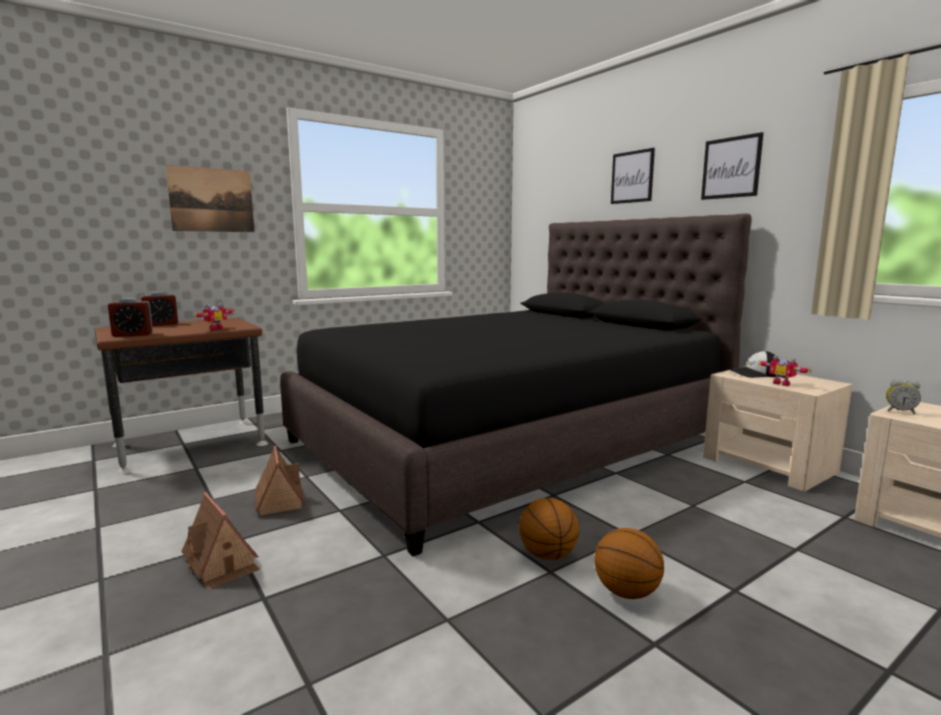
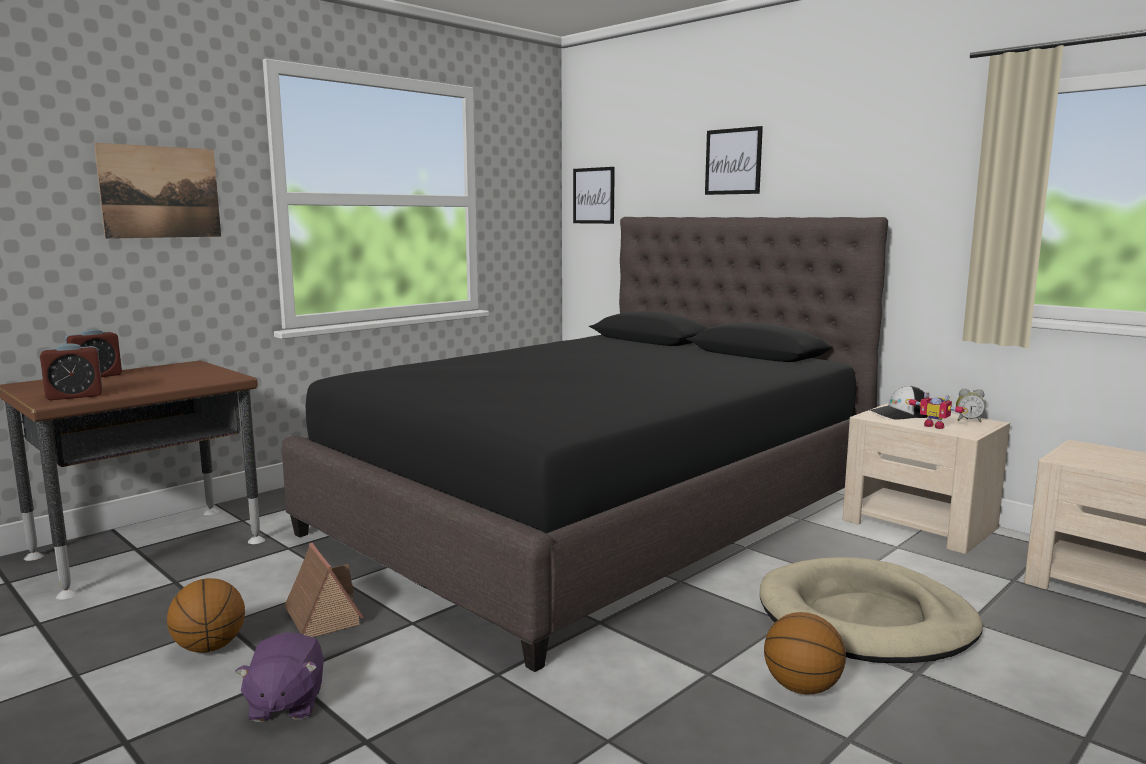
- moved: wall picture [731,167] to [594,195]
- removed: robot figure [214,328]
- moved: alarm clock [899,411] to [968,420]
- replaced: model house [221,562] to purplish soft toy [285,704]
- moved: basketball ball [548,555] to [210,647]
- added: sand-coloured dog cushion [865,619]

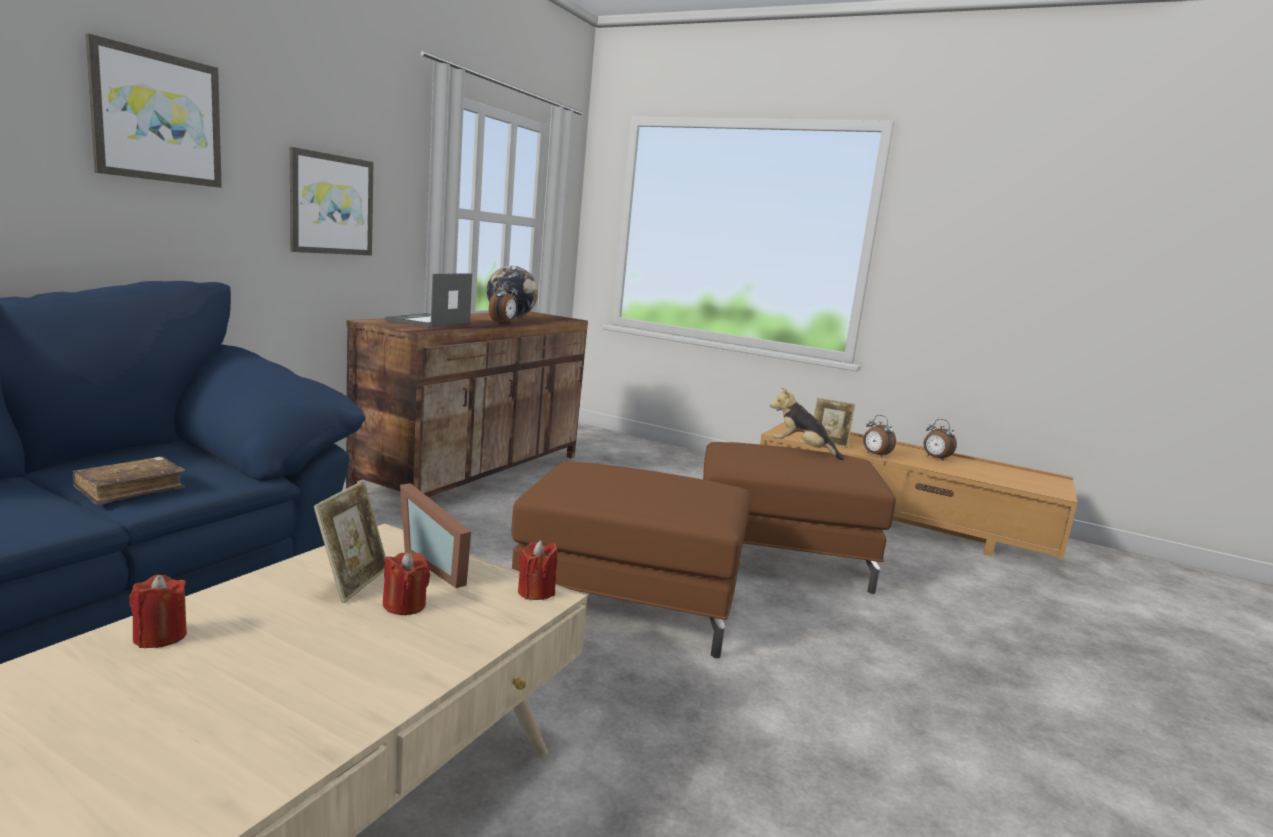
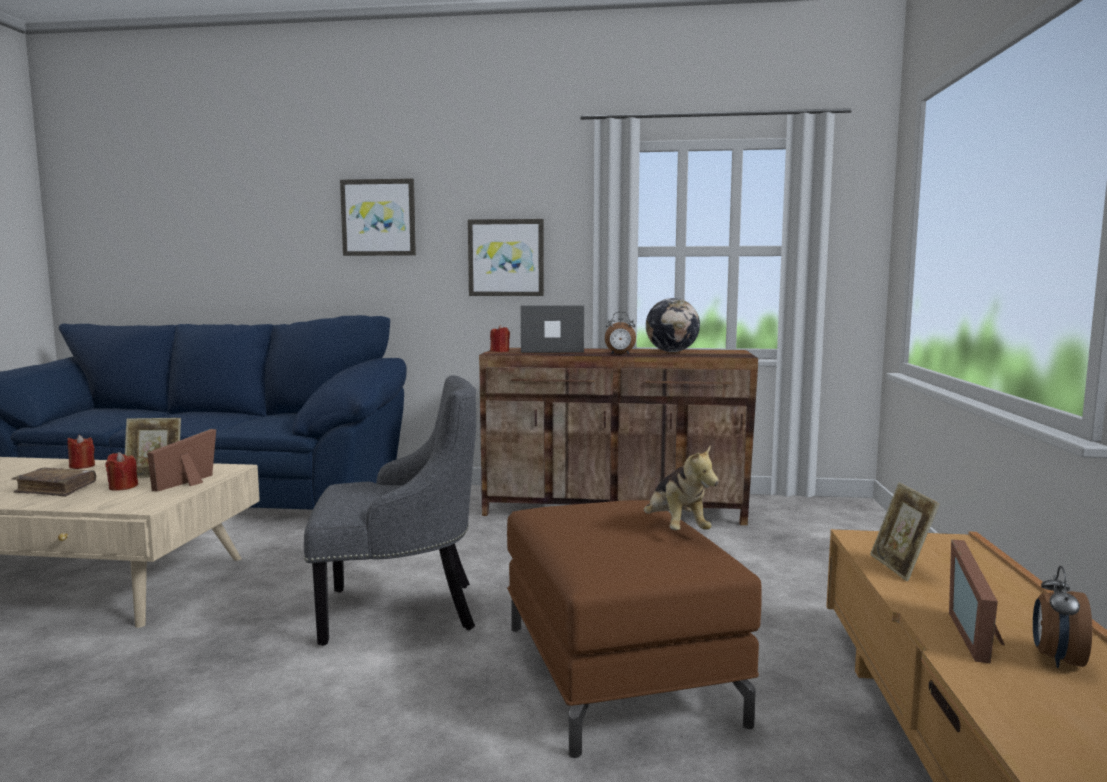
- turned: soft toy [801,450] = [675,529] 150 degrees clockwise
- removed: alarm clock [875,455]
- moved: brown-coloured bound book [130,489] to [56,489]
- replaced: brown-coloured ottoman [629,602] to greyish easy chair [396,612]
- moved: reddish wax light [536,592] to [500,351]
- added: picture frame [979,635]

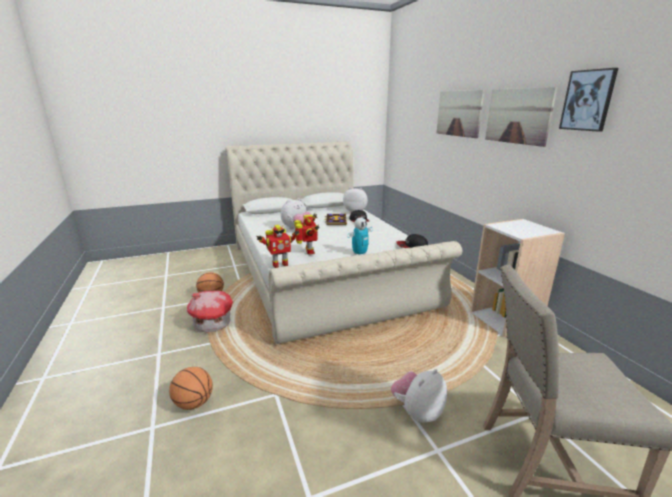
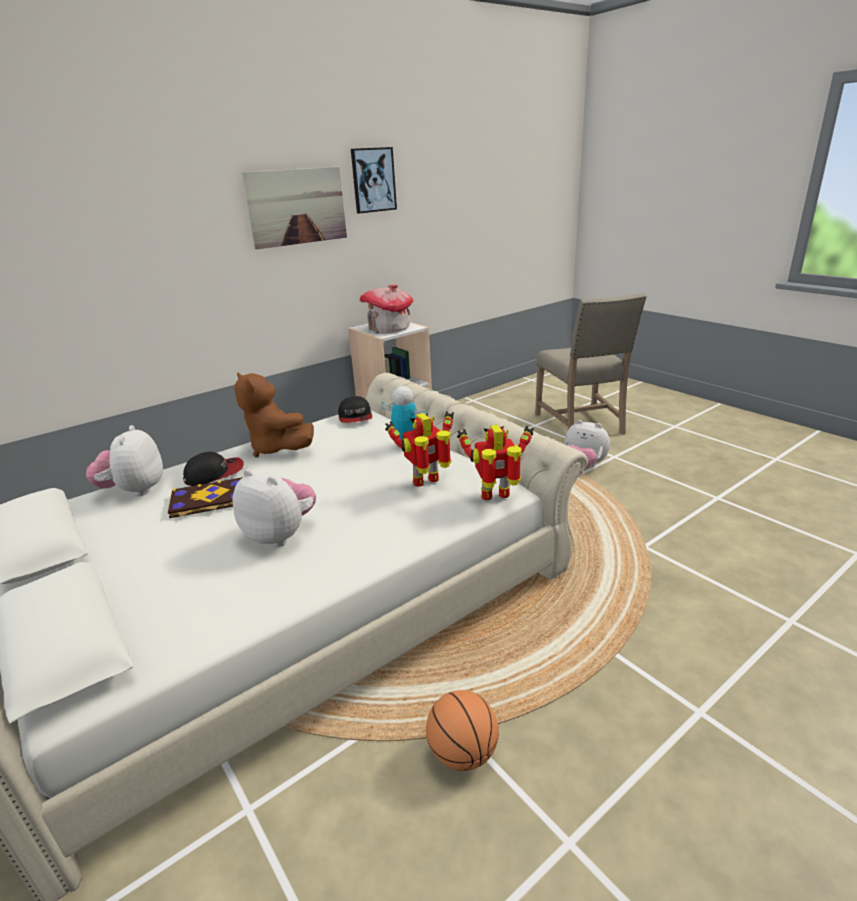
- removed: wall picture [459,113]
- turned: robot figure [279,265] = [496,497] 60 degrees counterclockwise
- moved: model house [211,324] to [389,328]
- removed: basketball ball [194,403]
- added: brown-coloured soft toy [277,448]

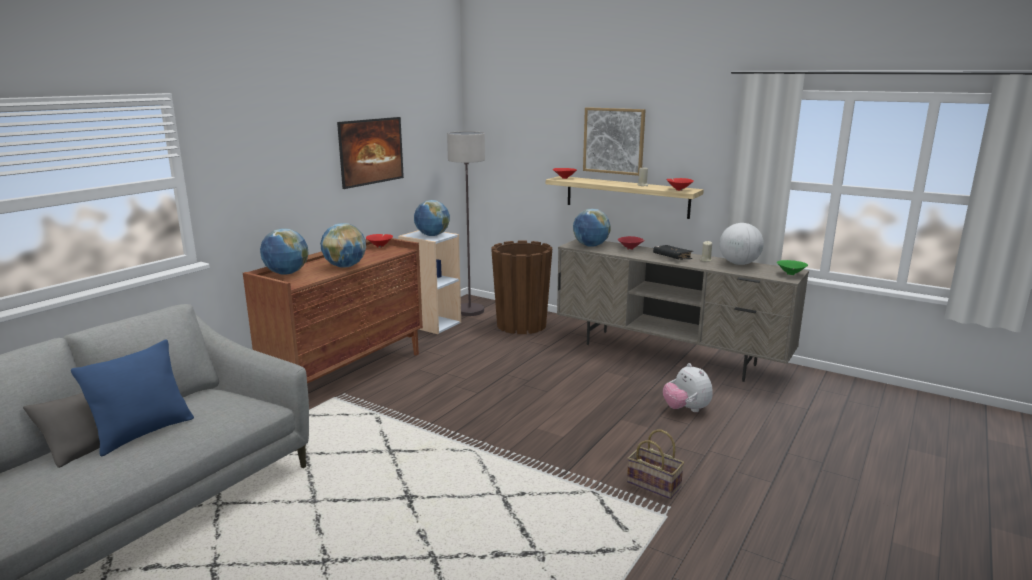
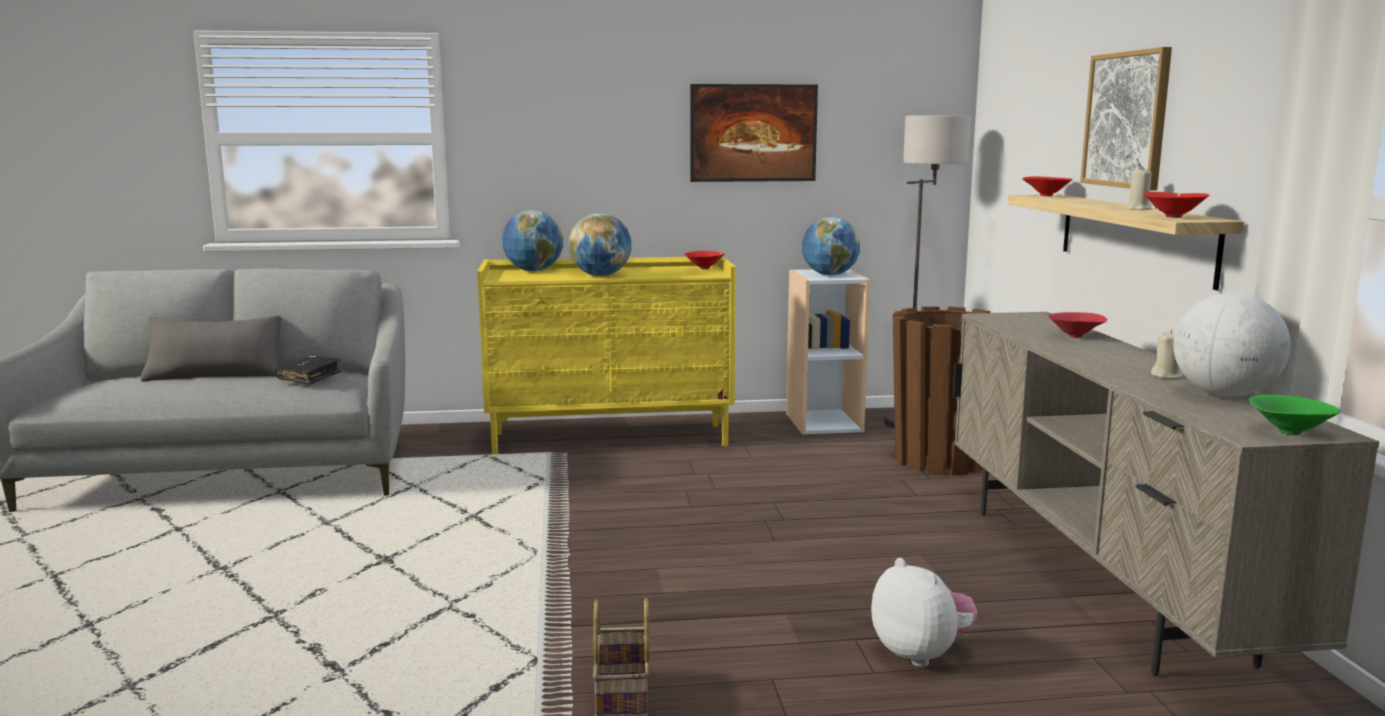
- removed: world globe [591,246]
- recoloured: brown-coloured cupboard [348,375] to yellowish cupboard [611,439]
- moved: black bound book [672,257] to [309,377]
- removed: blue cushion [143,433]
- turned: soft toy [686,409] = [921,654] 120 degrees clockwise

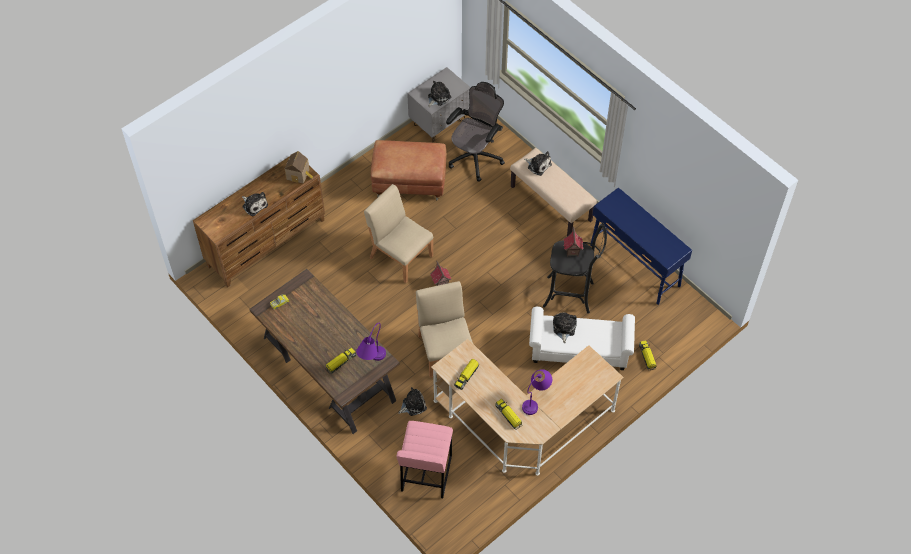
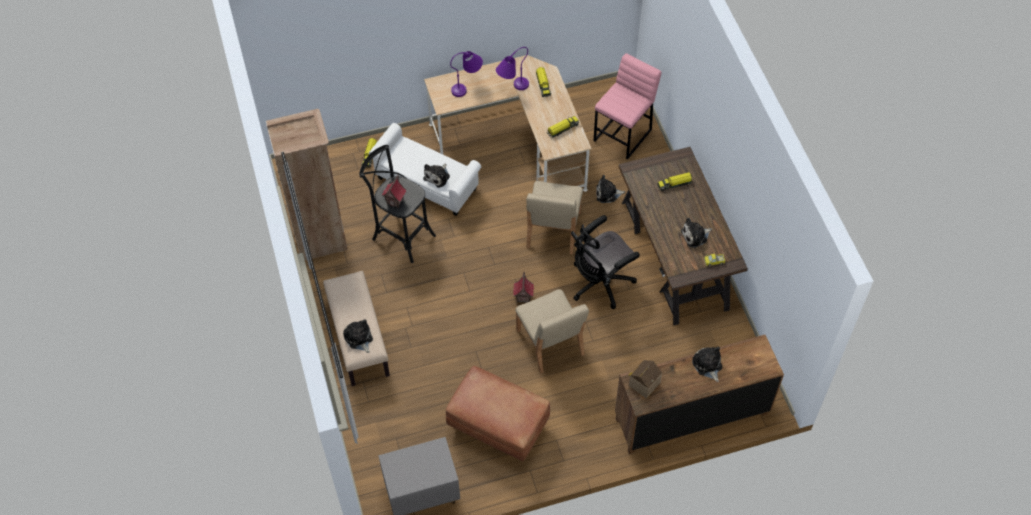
- moved: soft toy [438,97] to [695,236]
- moved: office chair [475,157] to [601,283]
- replaced: blue hall table [634,266] to brown-coloured cupboard [321,240]
- moved: purplish table lamp [372,361] to [468,86]

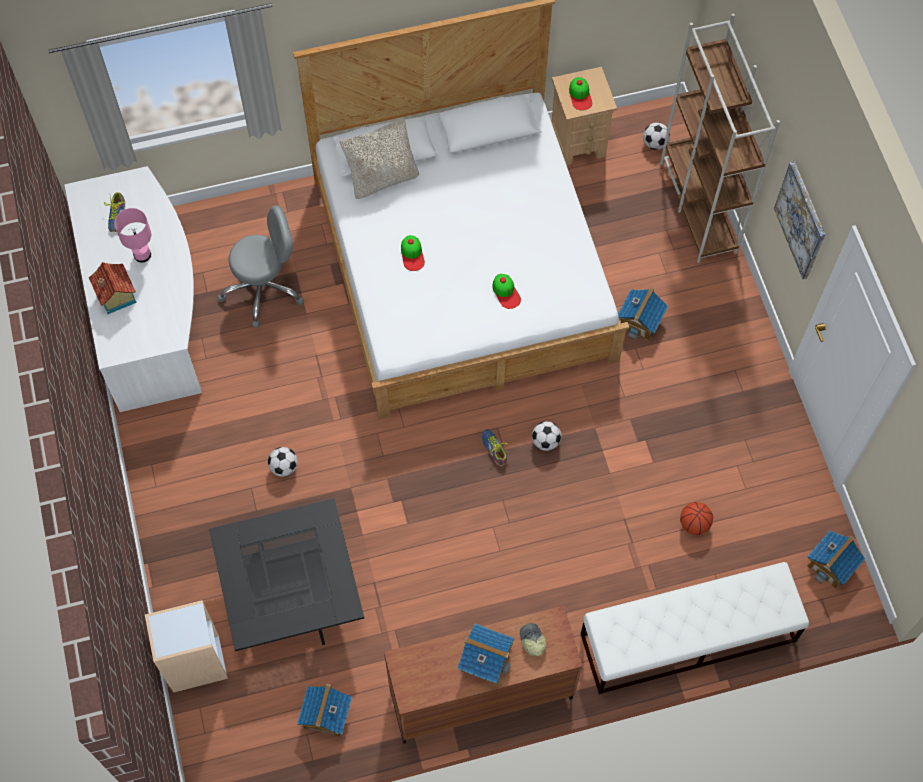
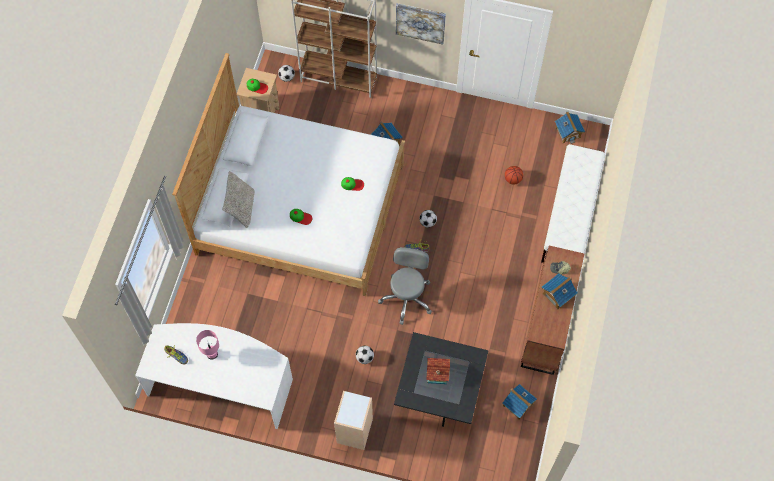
- moved: greyish office chair [266,287] to [407,295]
- moved: model house [115,297] to [437,375]
- moved: bookcase [195,663] to [354,431]

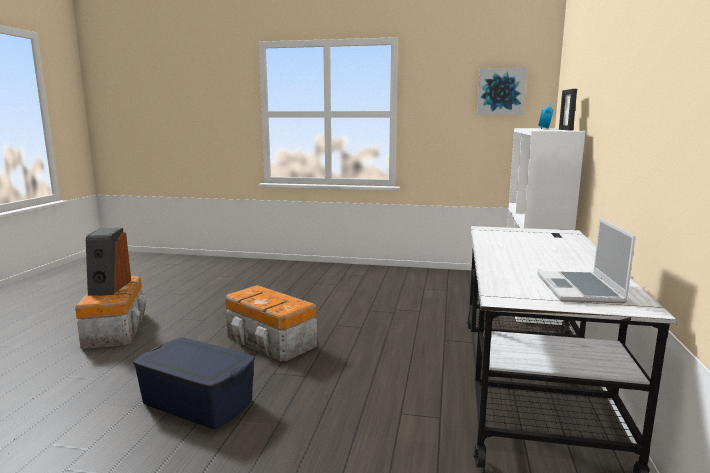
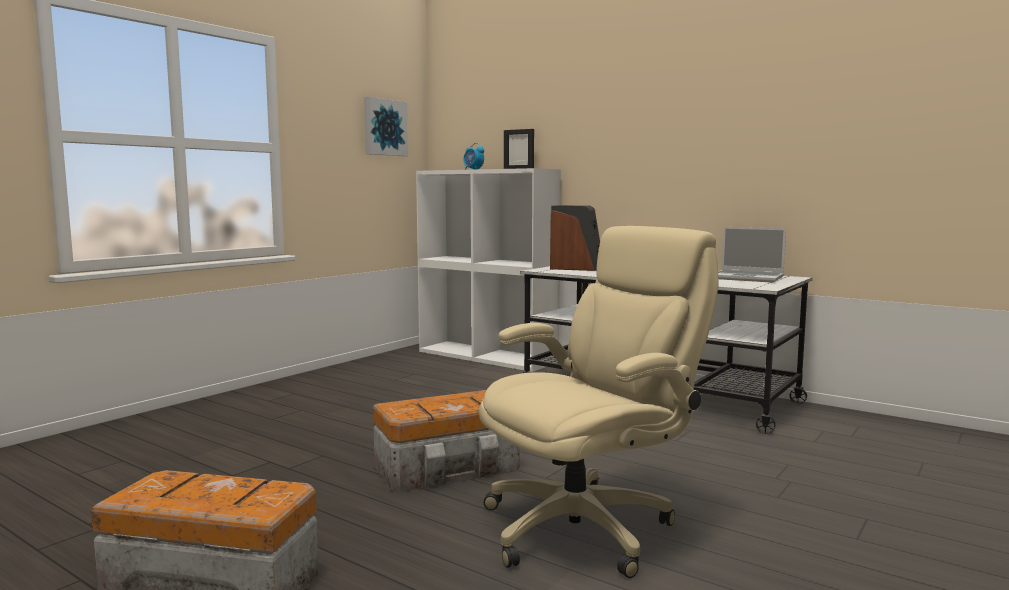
- moved: loudspeaker [109,287] to [577,268]
- replaced: blue storage bin [197,402] to sand-coloured office chair [589,526]

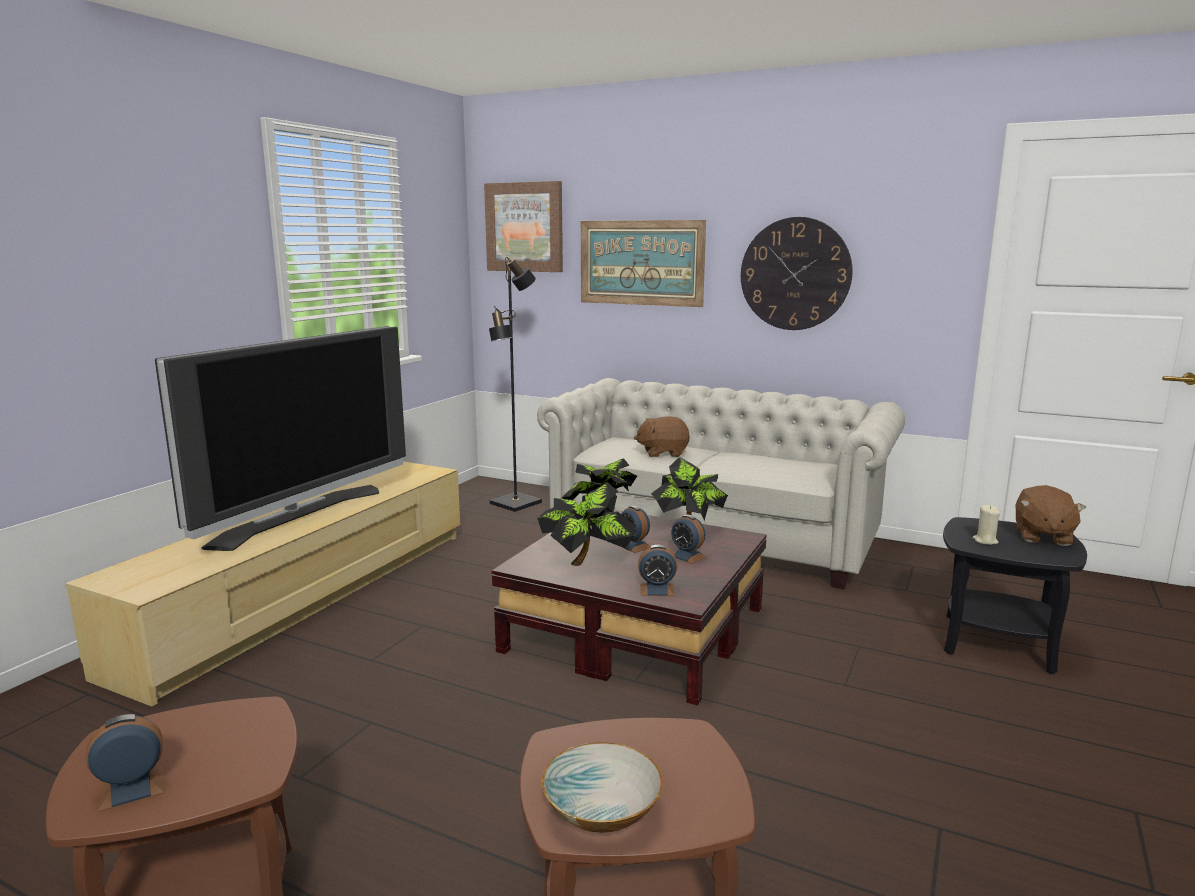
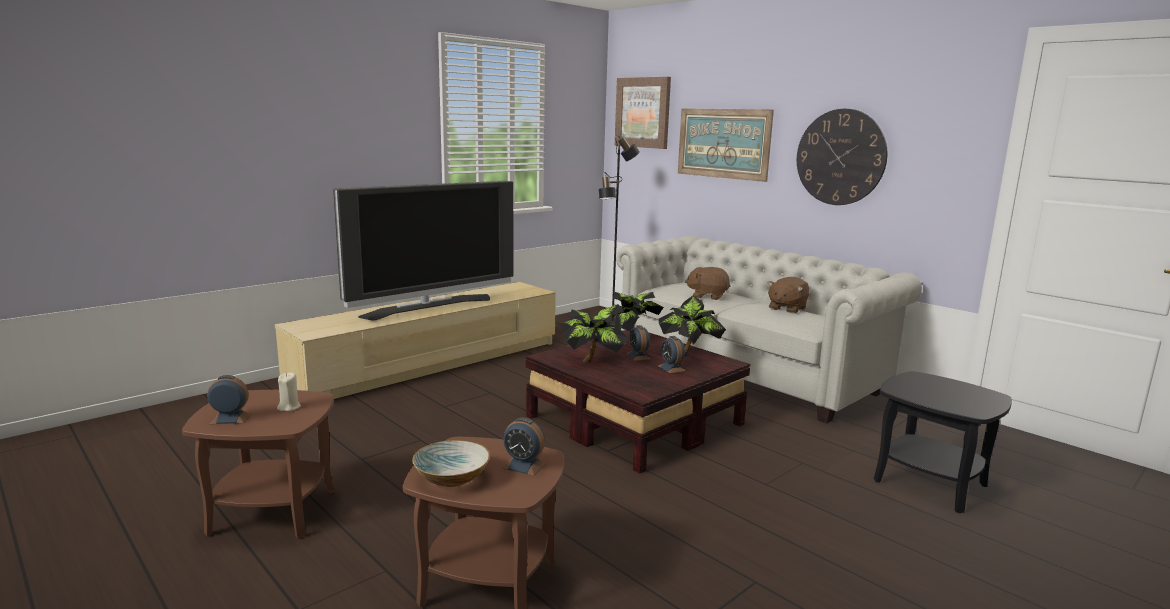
- moved: brown-coloured soft toy [1042,536] to [786,308]
- moved: sand-coloured wax light [985,541] to [289,407]
- moved: alarm clock [657,590] to [524,466]

